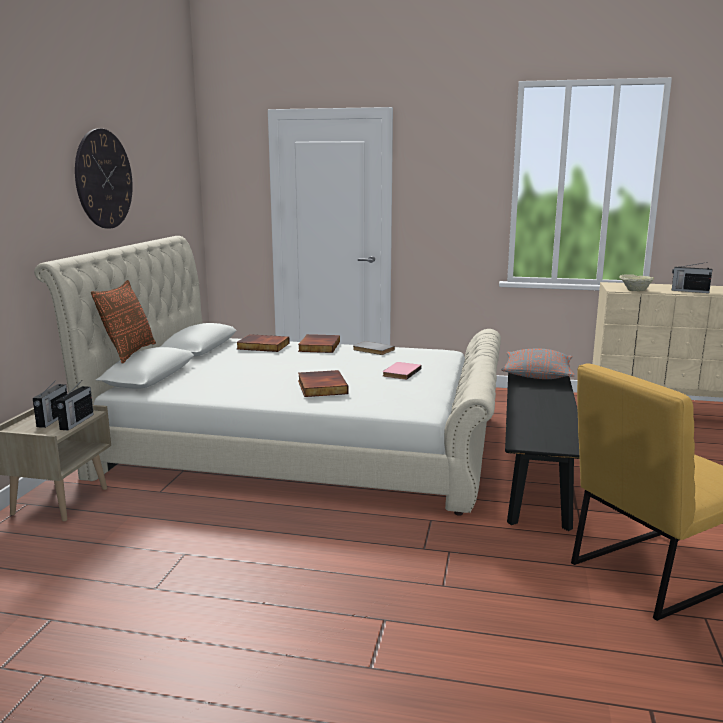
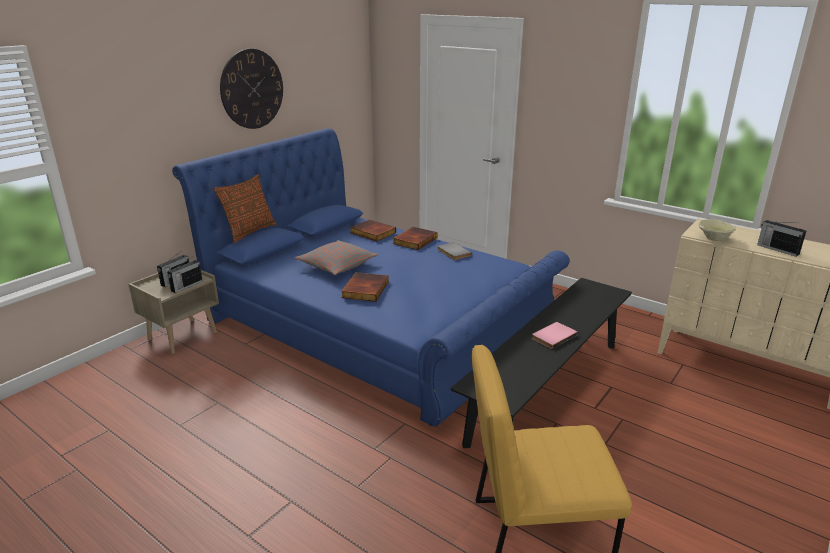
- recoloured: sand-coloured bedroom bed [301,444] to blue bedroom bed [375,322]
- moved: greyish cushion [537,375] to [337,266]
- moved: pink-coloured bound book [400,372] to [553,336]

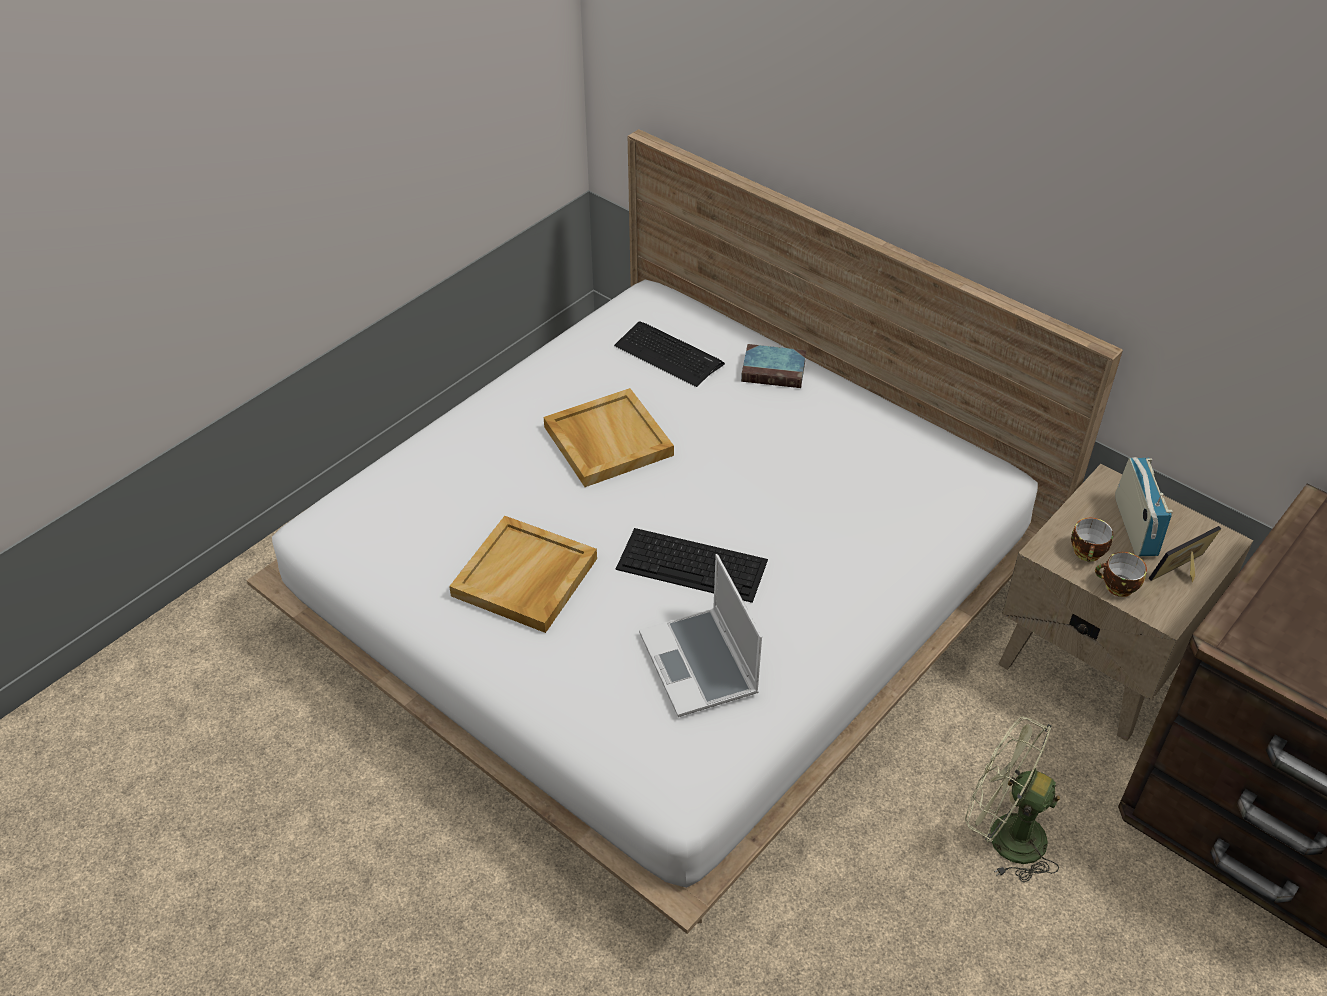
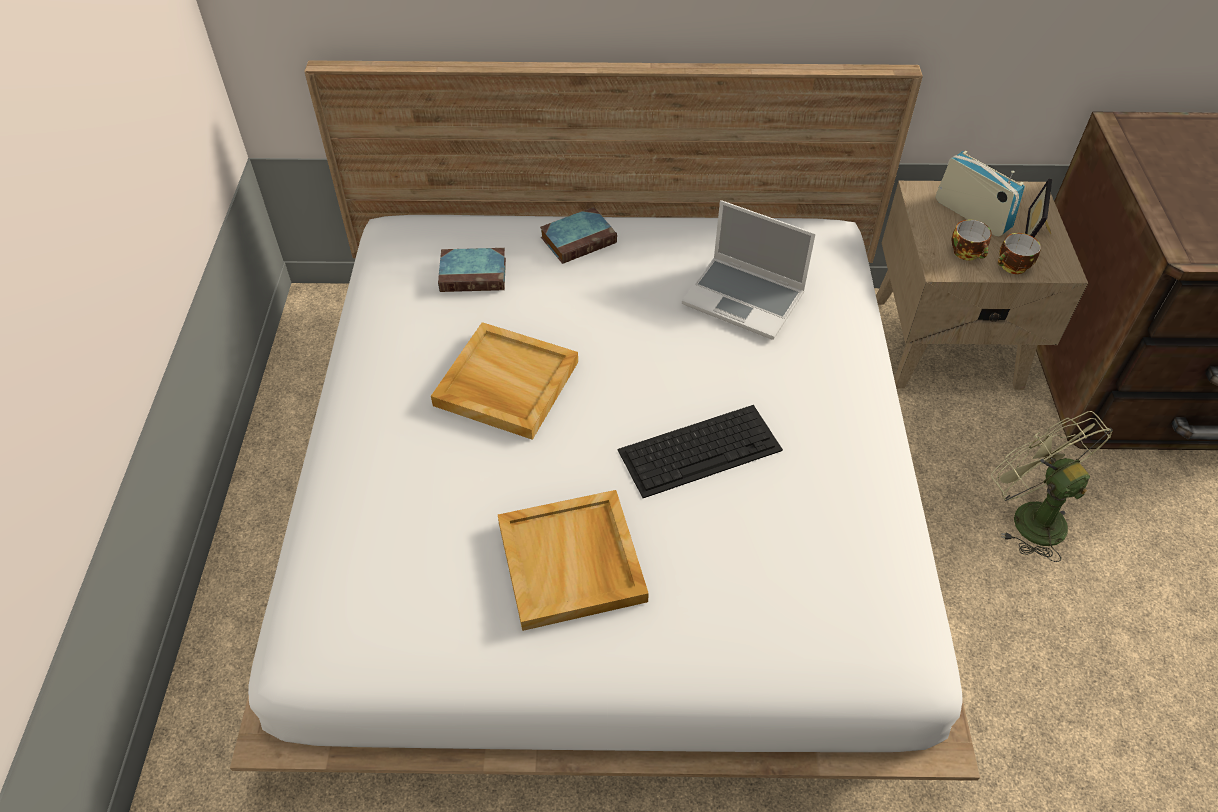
- replaced: computer keyboard [668,355] to bound book [475,274]
- moved: laptop [700,665] to [745,299]
- turned: green-coloured fan [1003,835] = [1029,516] 75 degrees clockwise

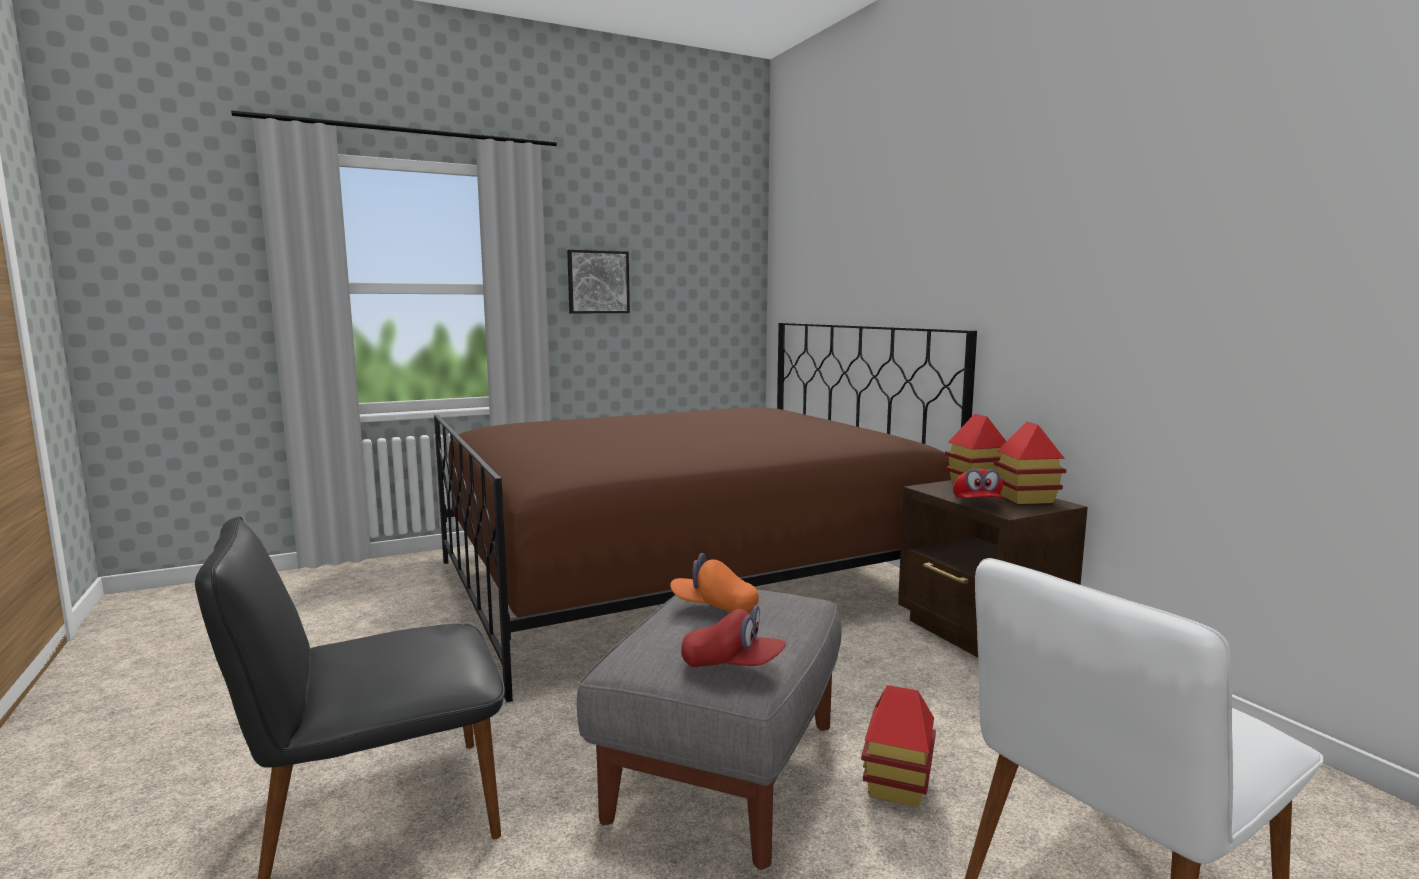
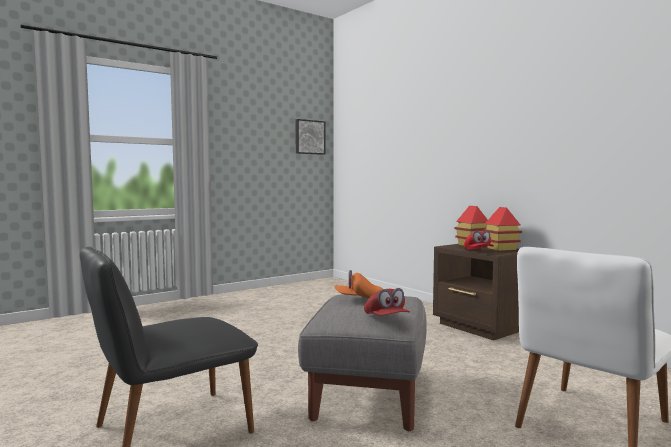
- moved: wall picture [597,282] to [309,137]
- removed: brown-coloured bedroom bed [686,578]
- turned: reddish baseball cap [732,665] = [386,319] 60 degrees clockwise
- removed: model house [897,786]

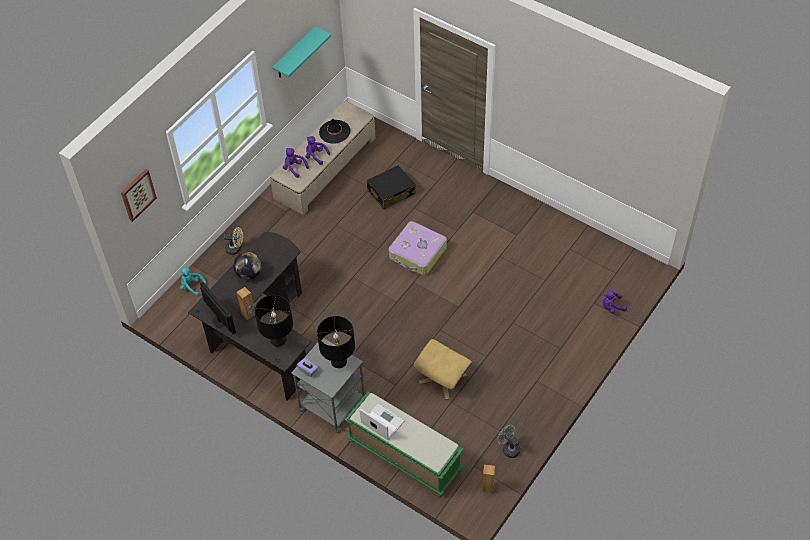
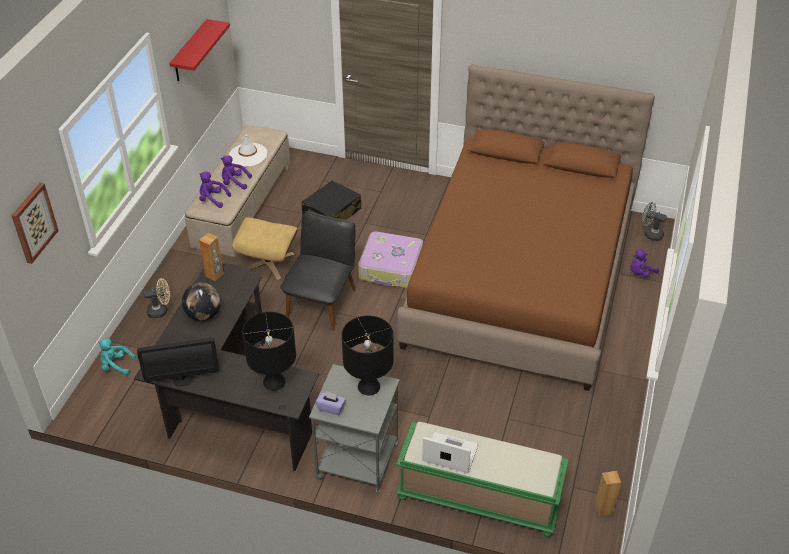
- recoloured: turquoise-coloured wall shelf [294,54] to reddish wall shelf [190,52]
- recoloured: black hat [334,132] to white hat [248,155]
- turned: computer screen [219,321] = [183,379] 135 degrees clockwise
- moved: brown-coloured loudspeaker [248,314] to [214,275]
- moved: sand-coloured ottoman [443,378] to [268,262]
- moved: greyish fan [509,448] to [650,234]
- added: brown-coloured bedroom bed [521,277]
- added: black plain chair [321,303]

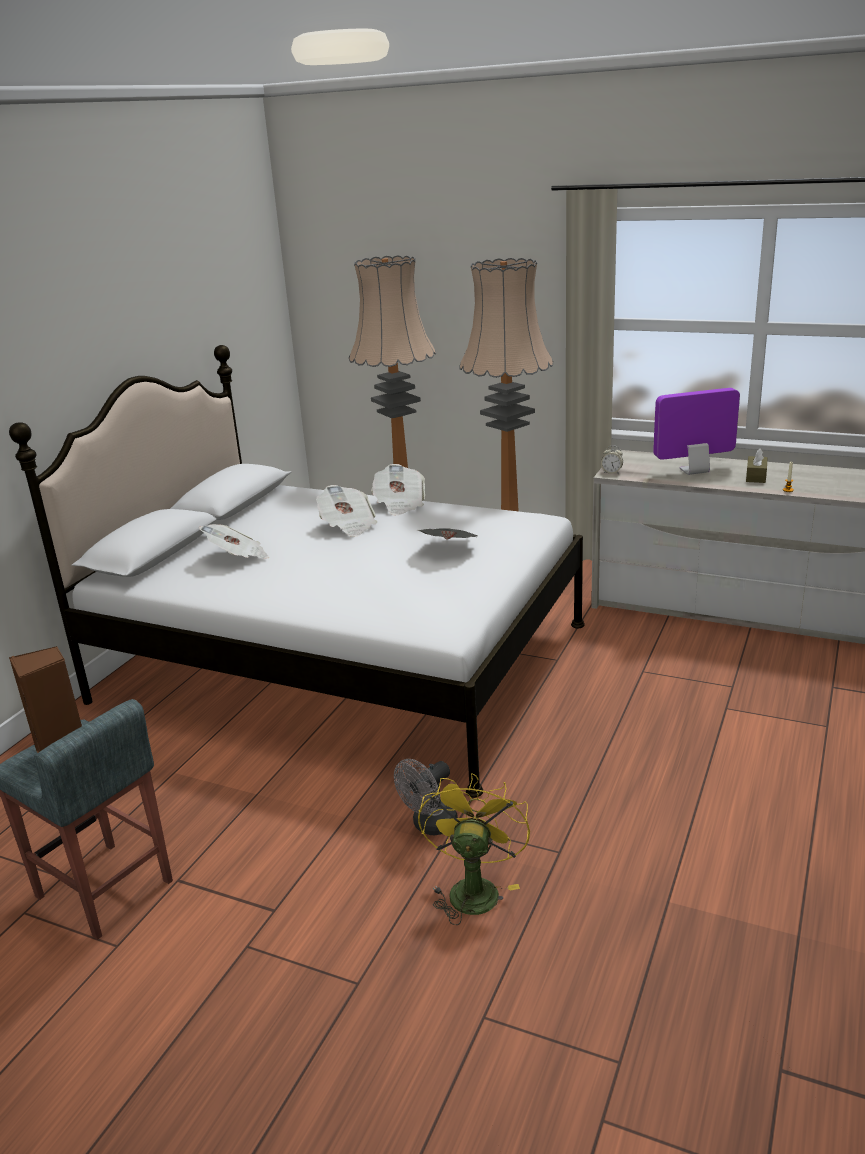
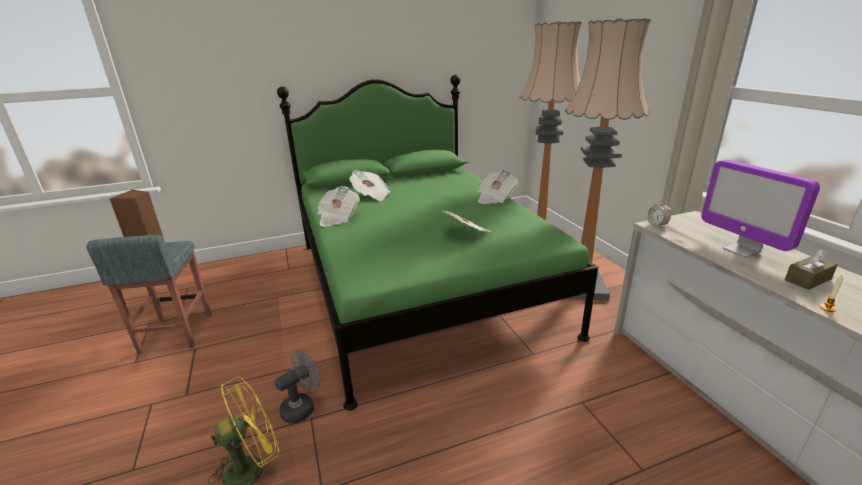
- recoloured: white bedroom bed [342,663] to green-coloured bedroom bed [420,285]
- turned: computer screen [694,471] = [740,250] 150 degrees counterclockwise
- moved: printed paper [348,526] to [337,218]
- turned: greyish fan [429,825] = [302,407] 135 degrees clockwise

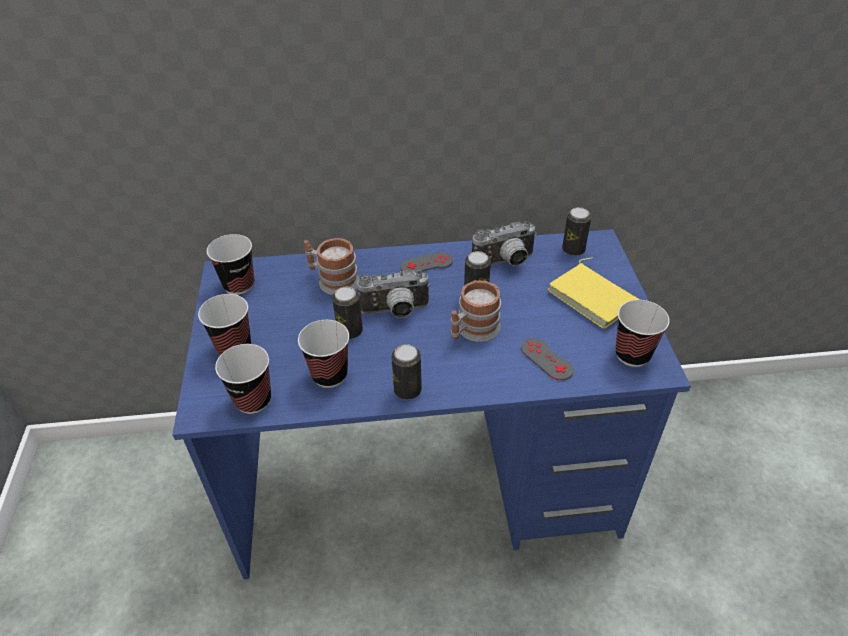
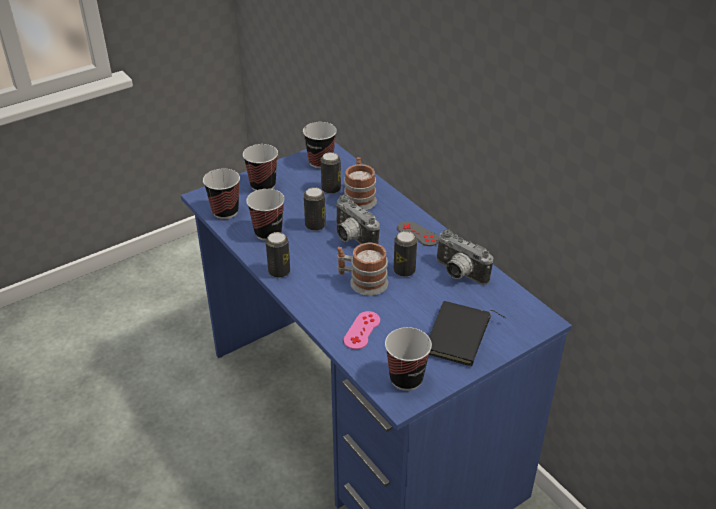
- moved: metal can [573,250] to [331,189]
- recoloured: yellowish bound book [594,297] to black bound book [460,337]
- recoloured: greyish joypad [546,359] to pink-coloured joypad [362,330]

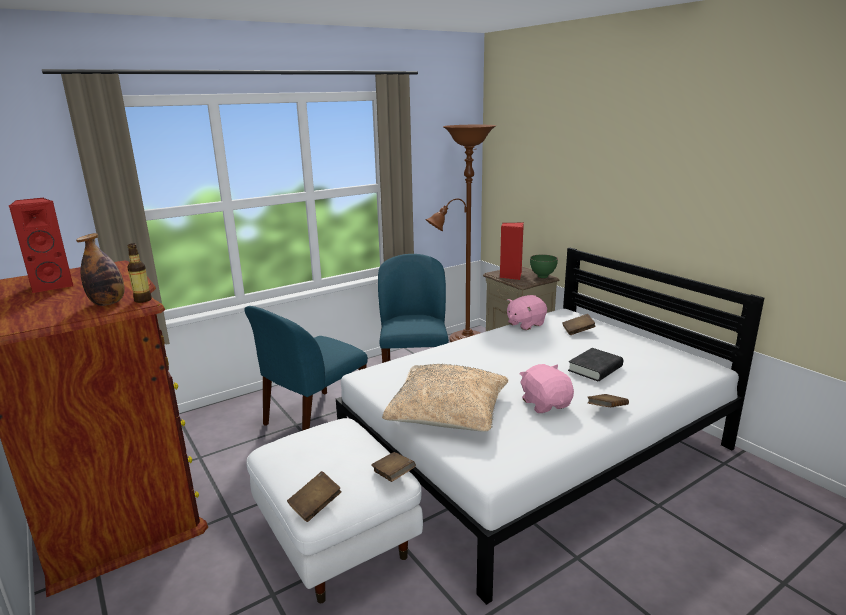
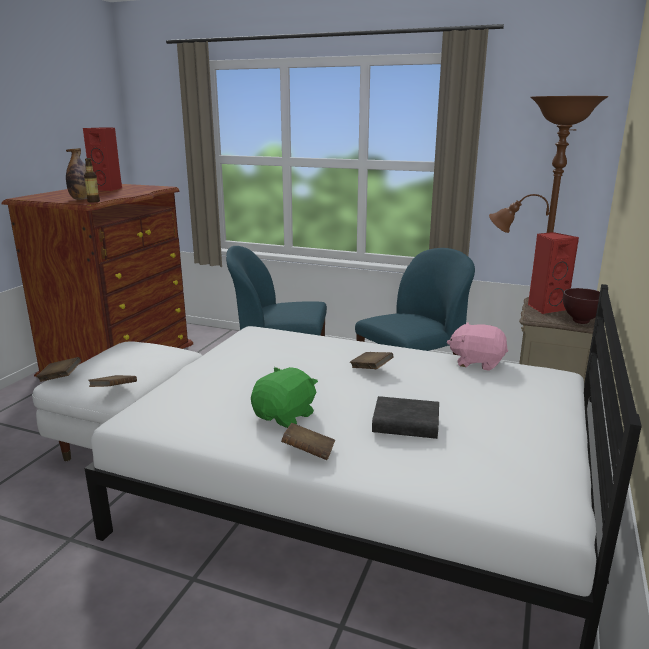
- recoloured: green-coloured serving bowl [542,277] to brown-coloured serving bowl [580,322]
- moved: brown-coloured bound book [578,331] to [371,369]
- removed: sand-coloured cushion [448,411]
- recoloured: pink-coloured soft toy [545,404] to green-coloured soft toy [285,416]

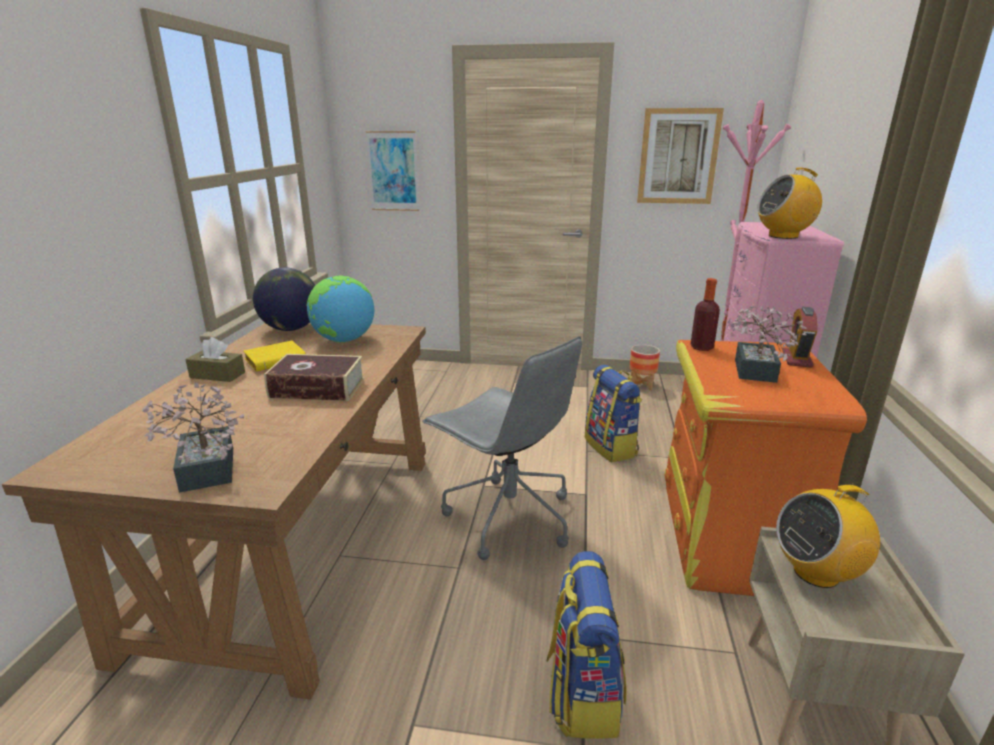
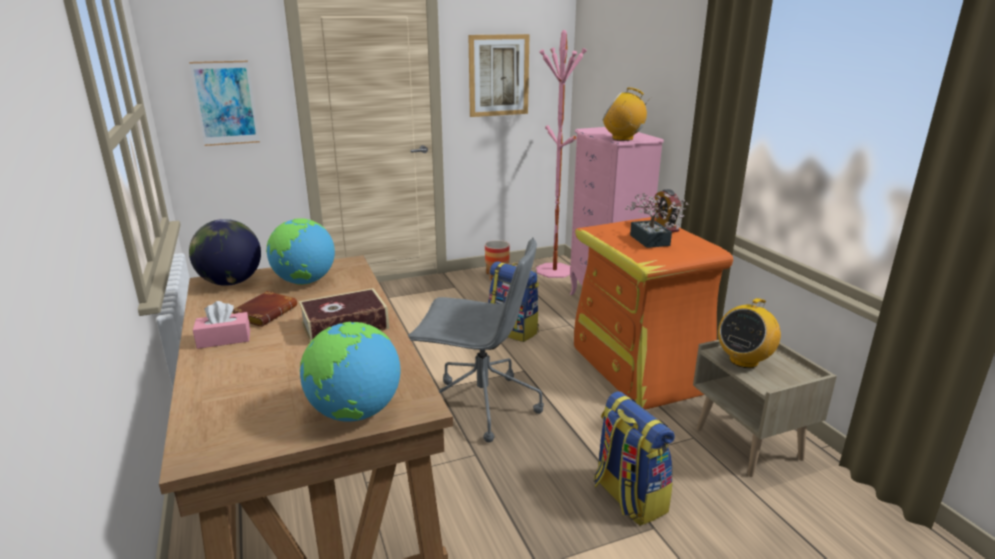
- turned: radio receiver [783,236] = [623,138] 60 degrees clockwise
- removed: beverage bottle [701,347]
- recoloured: brown-coloured tissue holder [217,375] to pink-coloured tissue holder [224,339]
- recoloured: yellowish bound book [277,360] to brown-coloured bound book [265,313]
- replaced: plant in a pot [206,474] to world globe [354,413]

